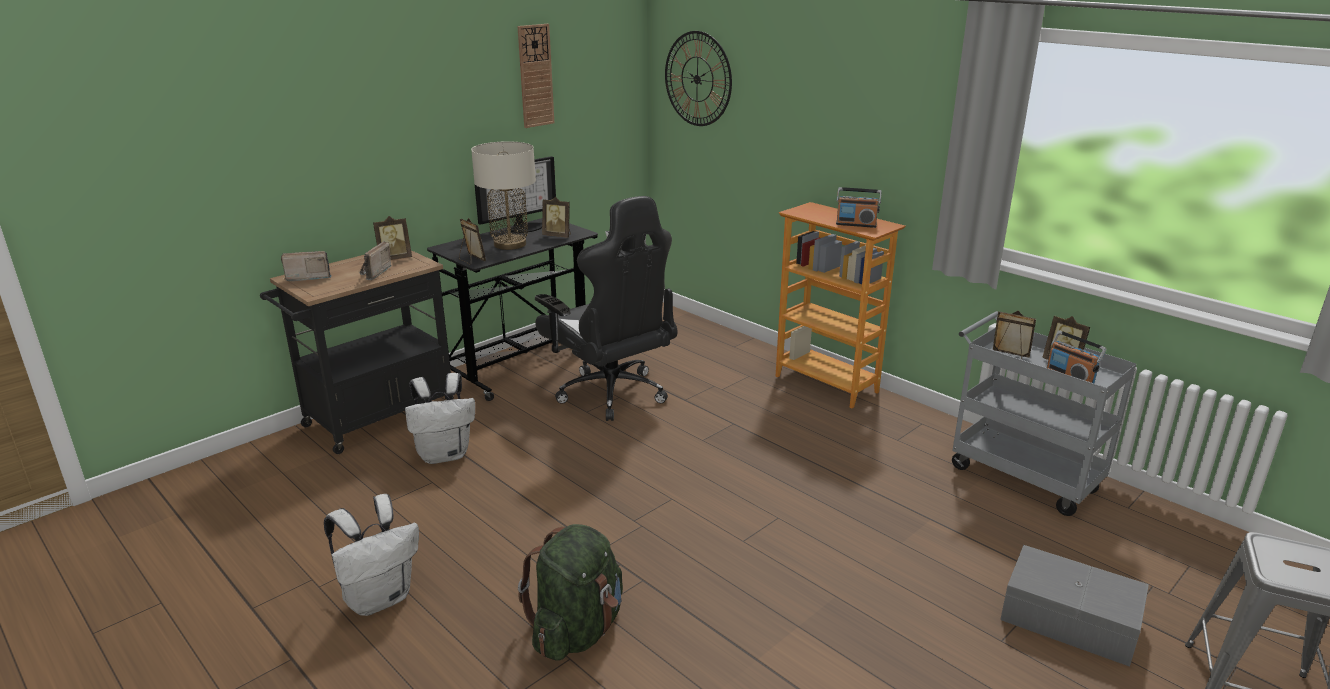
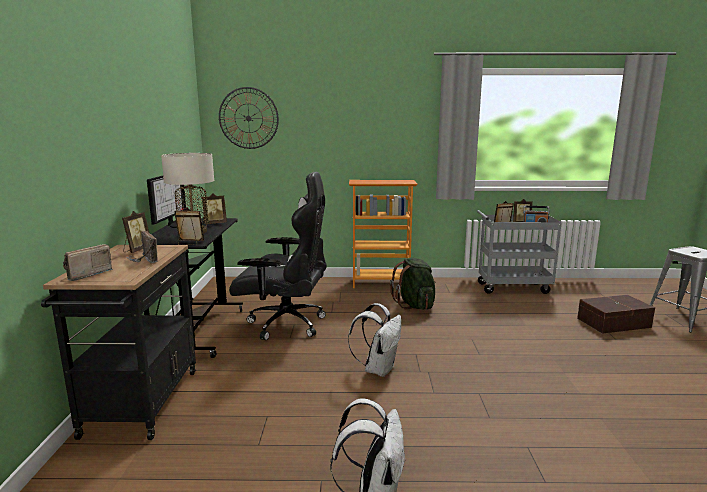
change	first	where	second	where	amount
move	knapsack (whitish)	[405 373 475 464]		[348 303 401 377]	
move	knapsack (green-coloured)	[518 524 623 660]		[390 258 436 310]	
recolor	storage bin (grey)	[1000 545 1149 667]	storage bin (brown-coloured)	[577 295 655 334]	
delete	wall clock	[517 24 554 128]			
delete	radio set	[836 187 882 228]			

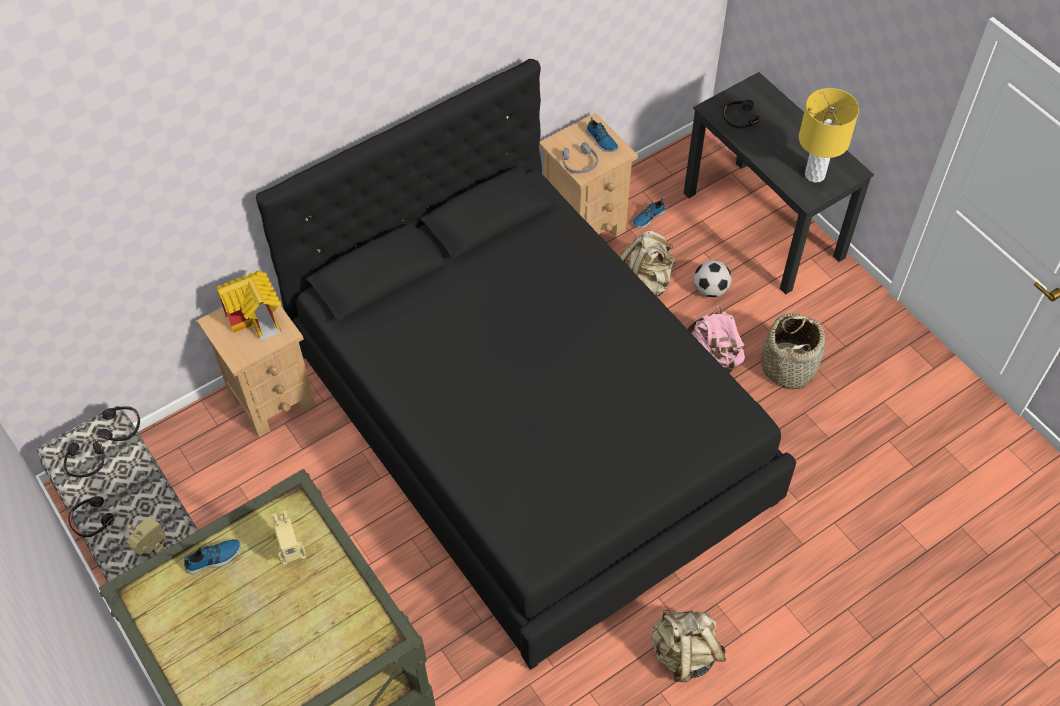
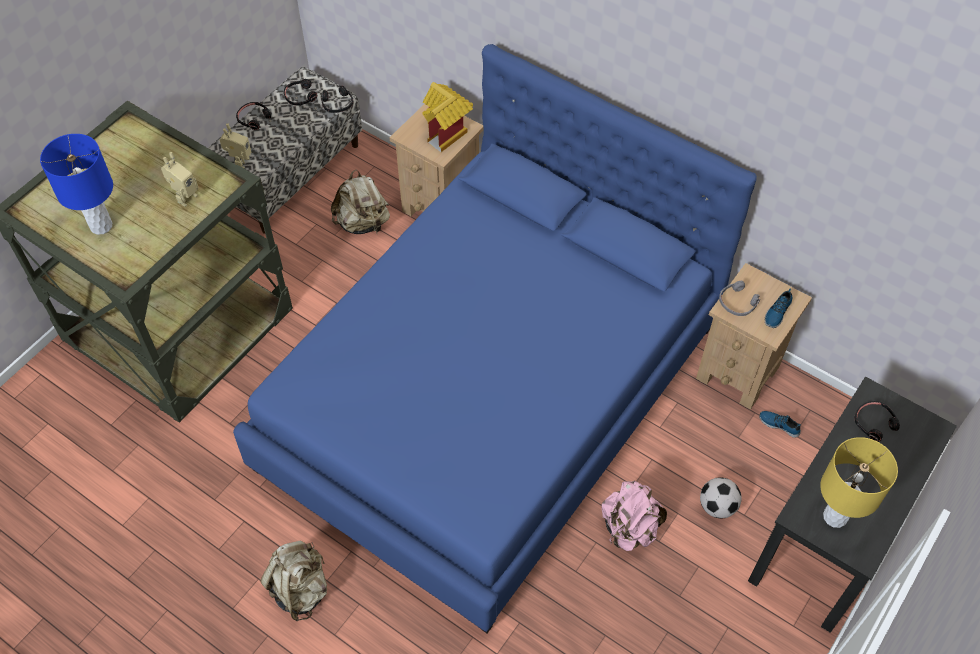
change	first	where	second	where	amount
insert			tabletop lamp (blue)	[40 134 113 235]	
rotate	toy robot	[272 511 306 565]		[161 152 199 207]	105 degrees counterclockwise
recolor	sleeping bed (black-coloured)	[256 59 796 670]	sleeping bed (blue)	[233 44 757 633]	
move	knapsack (sand-coloured)	[620 231 675 297]		[331 169 390 234]	
delete	item of footwear	[184 539 241 574]			
delete	storage basket	[761 313 825 389]			

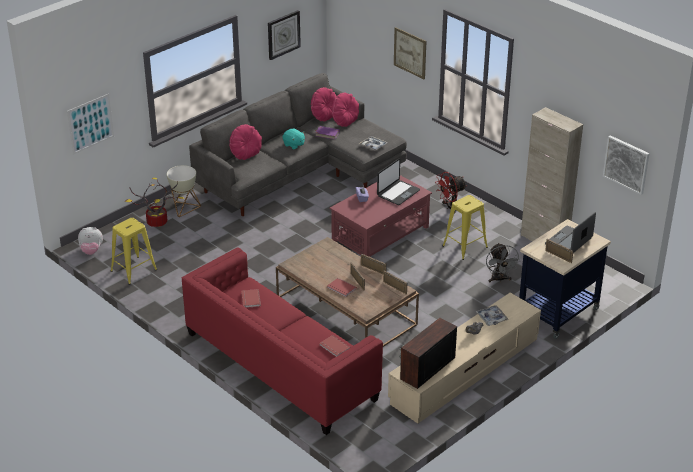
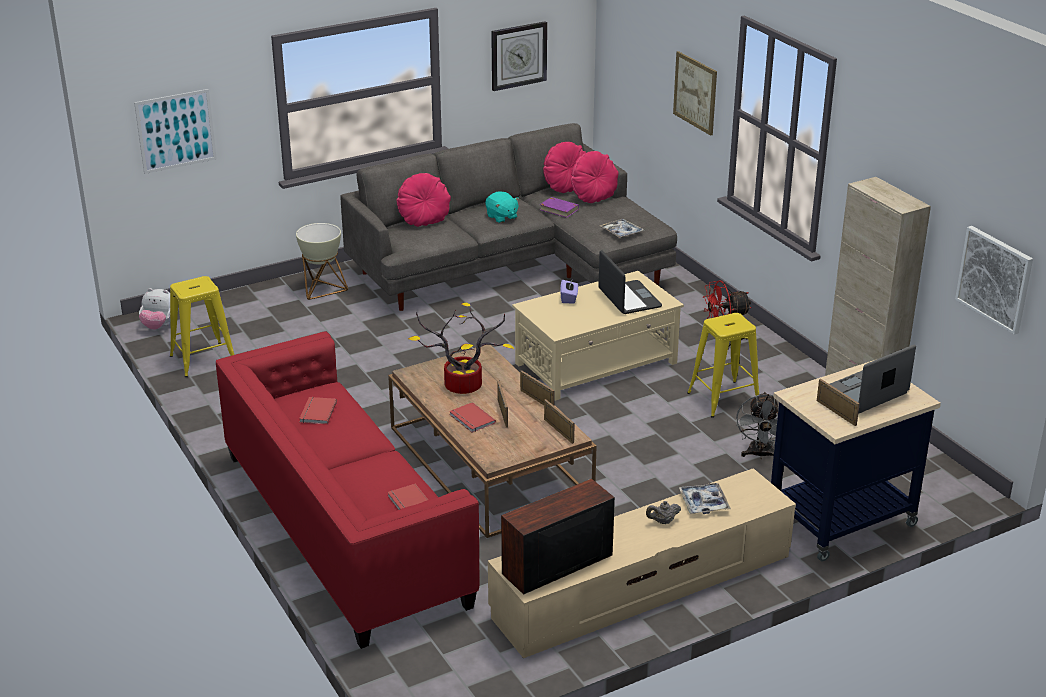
change	first	where	second	where	amount
move	potted plant	[125 177 185 227]		[408 303 514 394]	
recolor	low table (red)	[330 175 432 257]	low table (sand-coloured)	[512 271 684 401]	
rotate	portable computer	[377 158 420 205]		[598 250 662 314]	75 degrees counterclockwise

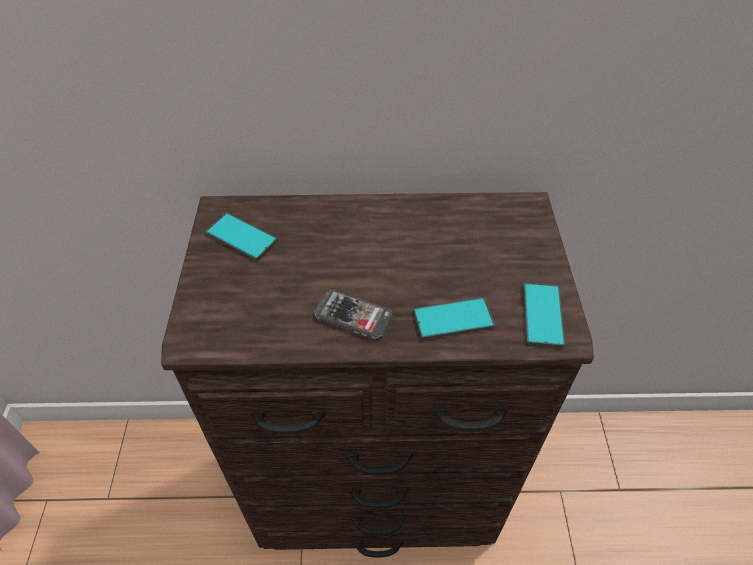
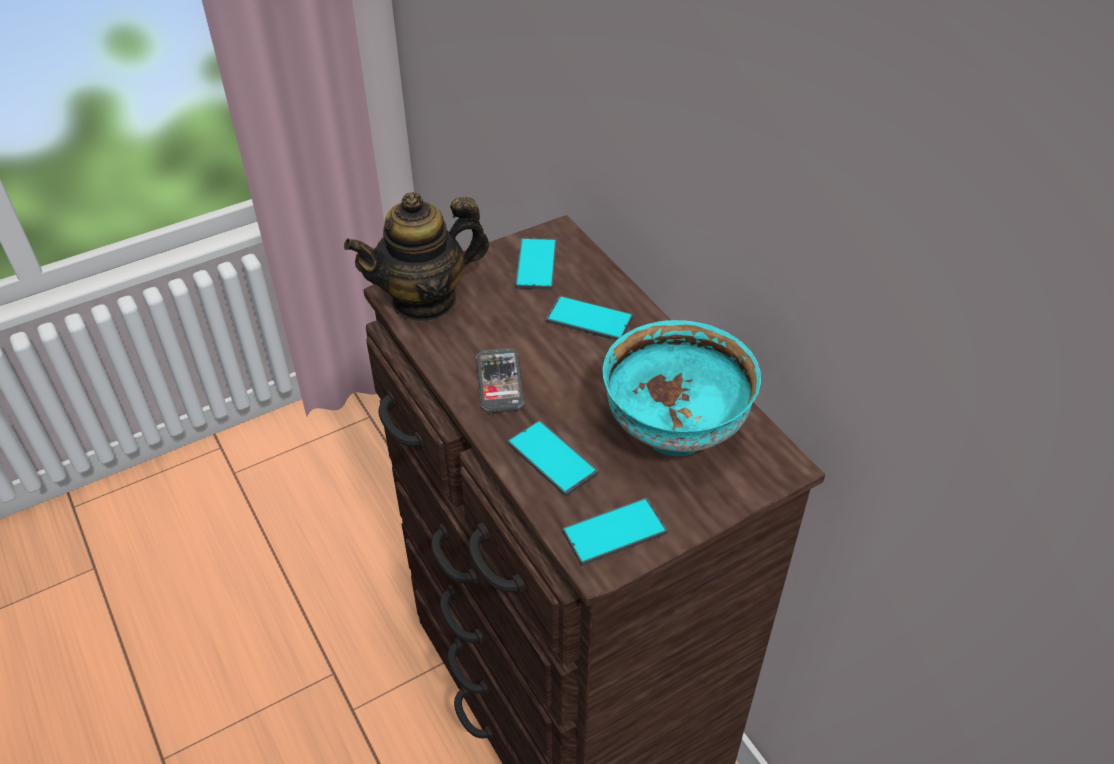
change	first	where	second	where	amount
insert			pot for tea	[344 192 489 322]	
insert			handset	[546 296 633 340]	
insert			bowl (blue-green)	[603 320 761 456]	

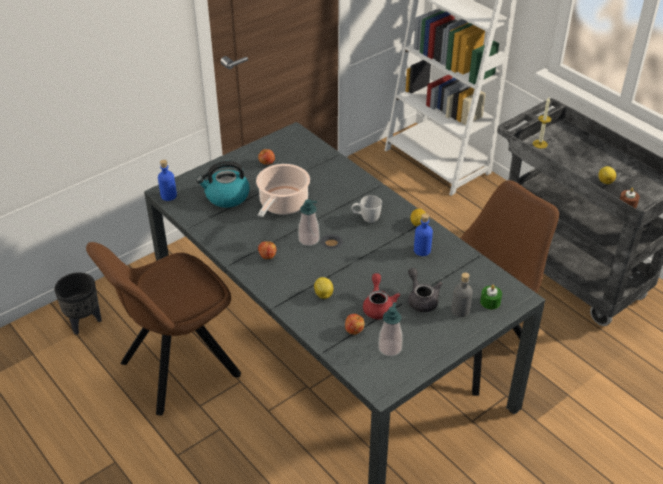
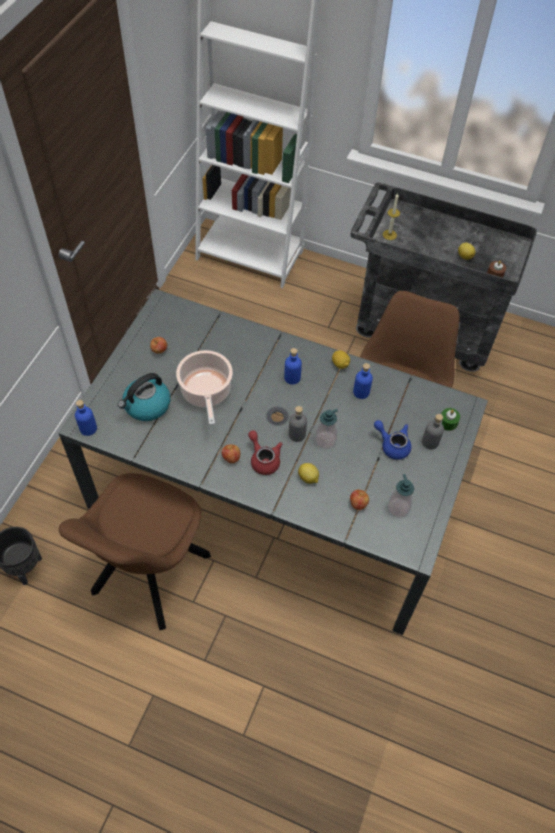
change	first	where	second	where	amount
move	pot for tea (red)	[363 273 400 319]		[248 431 282 475]	
replace	mug (whitish)	[351 195 382 223]	beverage bottle (blue)	[284 348 302 384]	
insert			beverage bottle (grey)	[289 406 307 442]	
move	liquid soap bottle	[298 199 320 246]		[315 409 338 449]	
recolor	pot for tea (grey)	[408 268 442 312]	pot for tea (blue)	[374 420 411 460]	

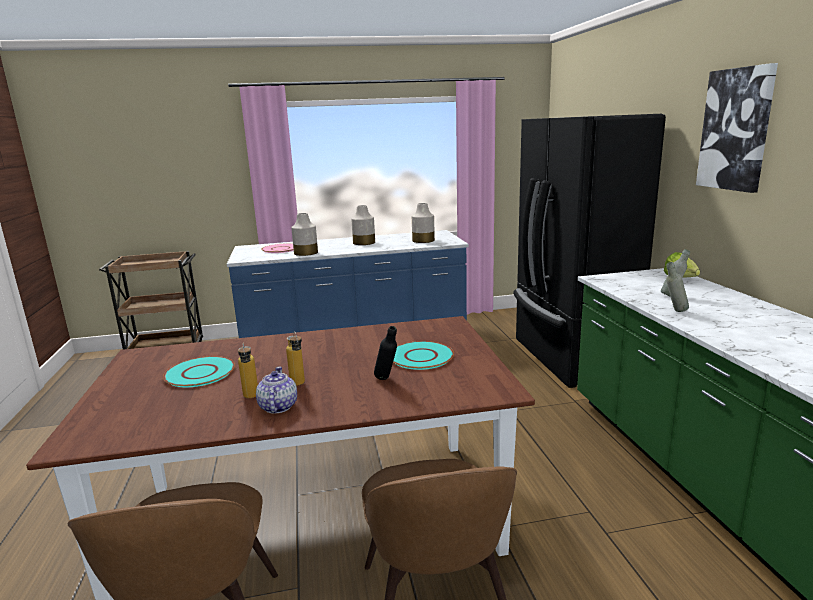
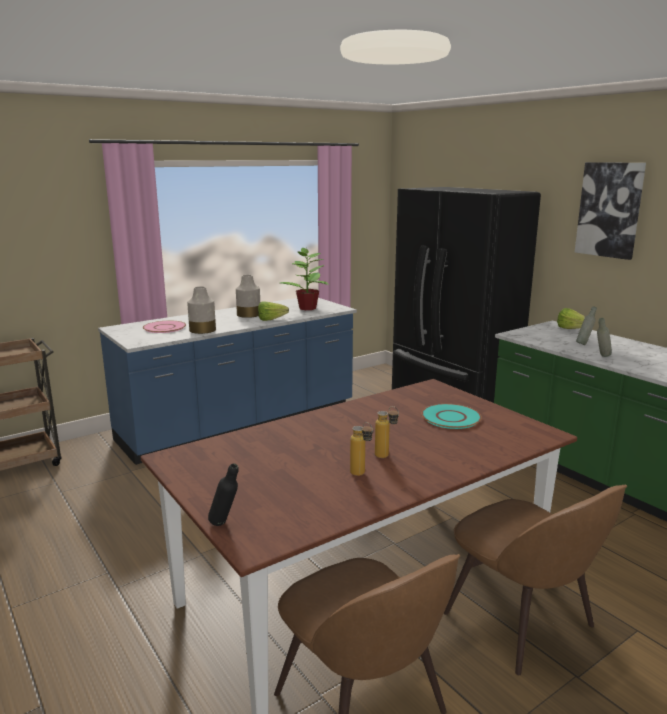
change	first	where	second	where	amount
move	beverage bottle (black-coloured)	[374 326 397 380]		[208 463 239 526]	
insert			head of lettuce	[258 301 289 321]	
replace	vase (sand-coloured)	[412 203 435 243]	potted plant	[281 248 329 310]	
delete	dinner plate (blue-green)	[163 356 235 387]			
delete	pot for tea	[256 367 297 413]			

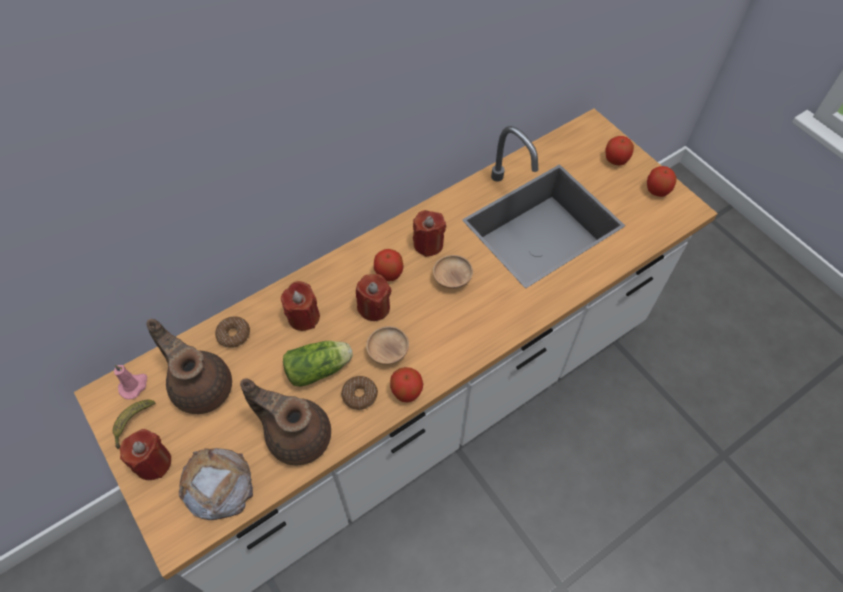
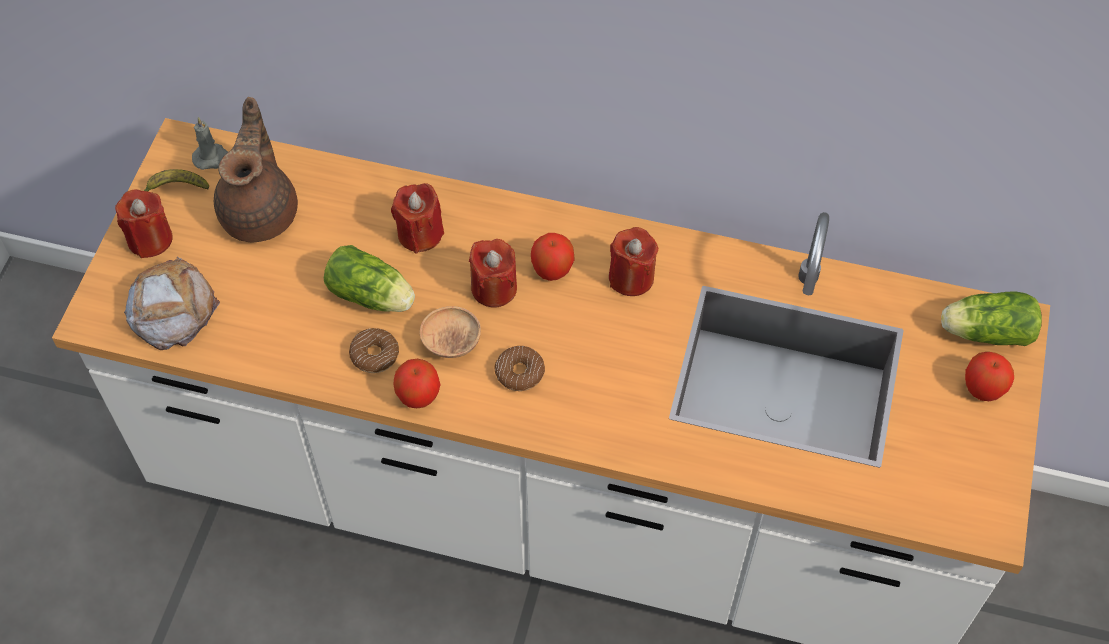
change	first	where	second	where	amount
recolor	wax candle (pink)	[114 364 147 400]	wax candle (grey)	[192 117 228 170]	
move	ring doughnut	[215 316 250 348]		[495 346 545 391]	
insert			head of lettuce	[941 291 1042 346]	
delete	pot for tea (brown-coloured)	[240 378 331 465]			
delete	bowl (brown-coloured)	[433 255 473 289]			
delete	apple fruit	[647 166 677 197]			

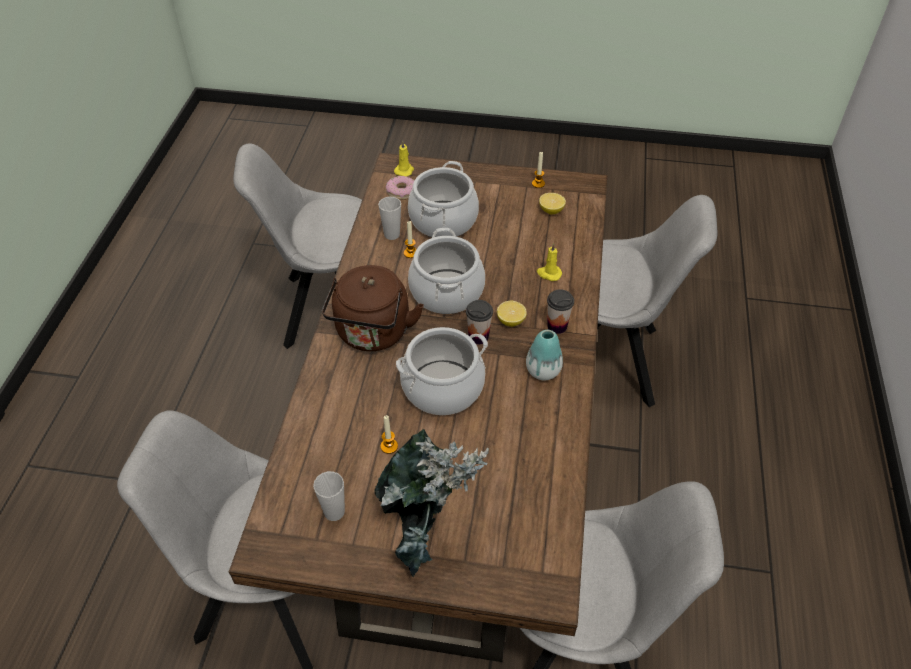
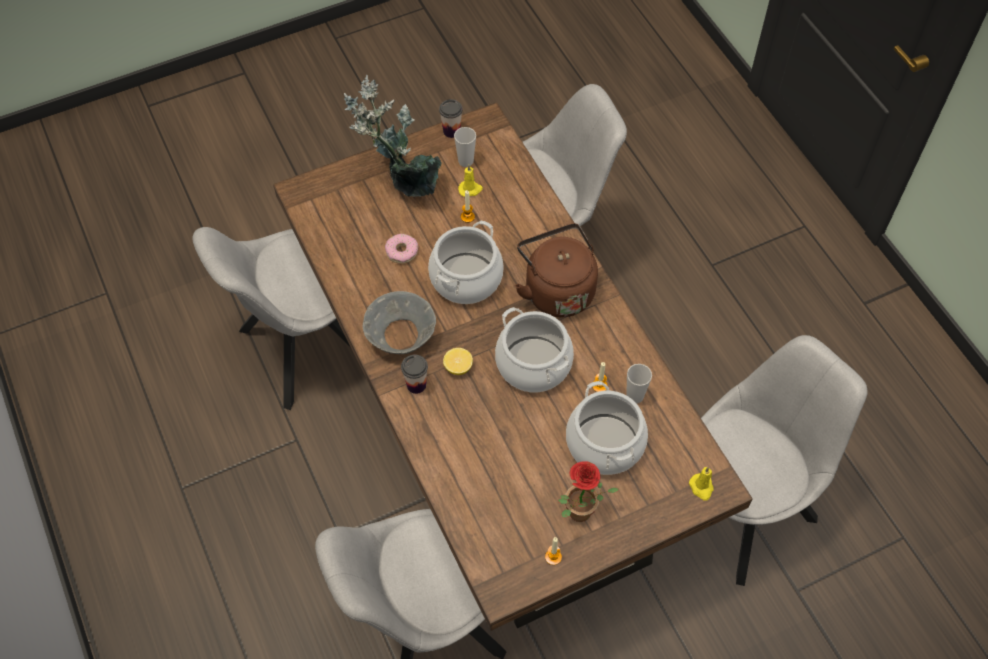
change	first	where	second	where	amount
replace	vase	[526 330 563 380]	bowl (grey)	[363 291 436 354]	
move	ring doughnut	[386 176 414 200]		[385 234 418 264]	
move	small cup	[466 300 493 345]		[439 99 463 138]	
move	wax candle (yellow)	[537 243 562 281]		[458 165 483 197]	
insert			potted plant	[558 461 619 522]	
delete	lemon	[539 193 566 214]			

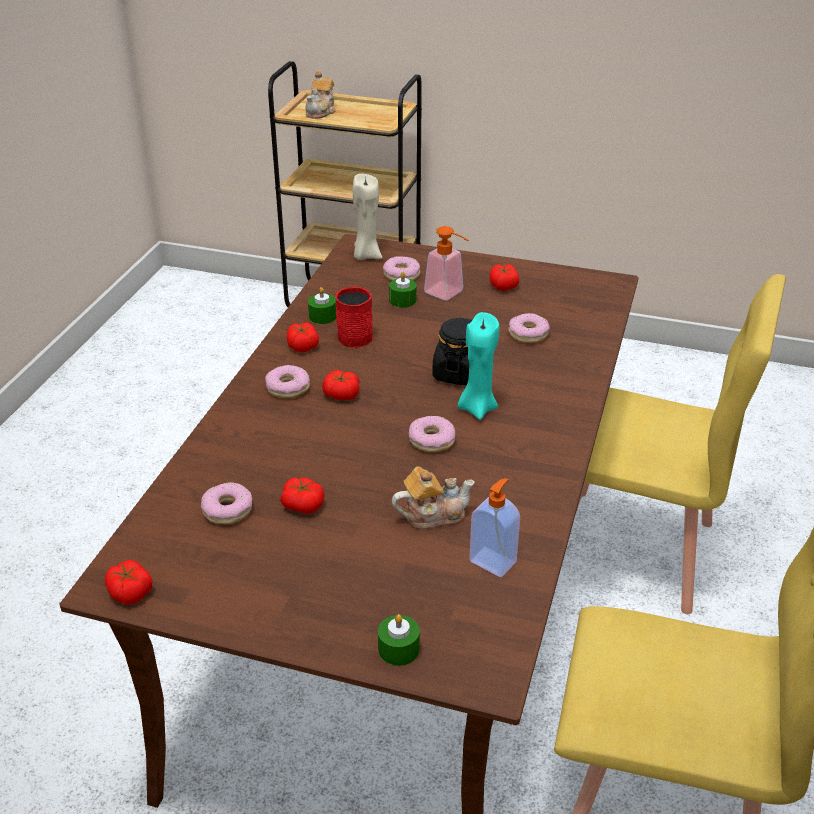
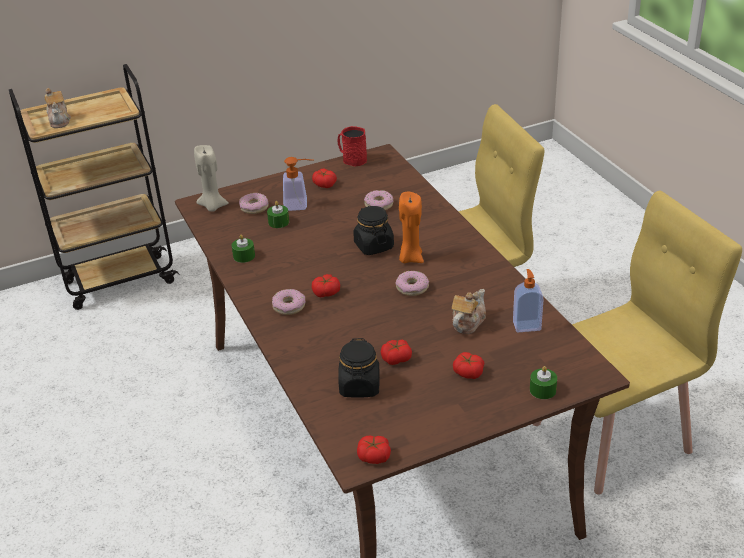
change	first	where	second	where	amount
move	mug (red)	[335 287 373 348]		[338 126 367 166]	
replace	ring doughnut	[201 482 252 524]	storage jar (black-coloured)	[338 338 380 398]	
recolor	wax candle (blue-green)	[458 312 499 420]	wax candle (orange-coloured)	[399 192 424 263]	
move	tomato	[287 322 319 352]		[453 352 485 379]	

